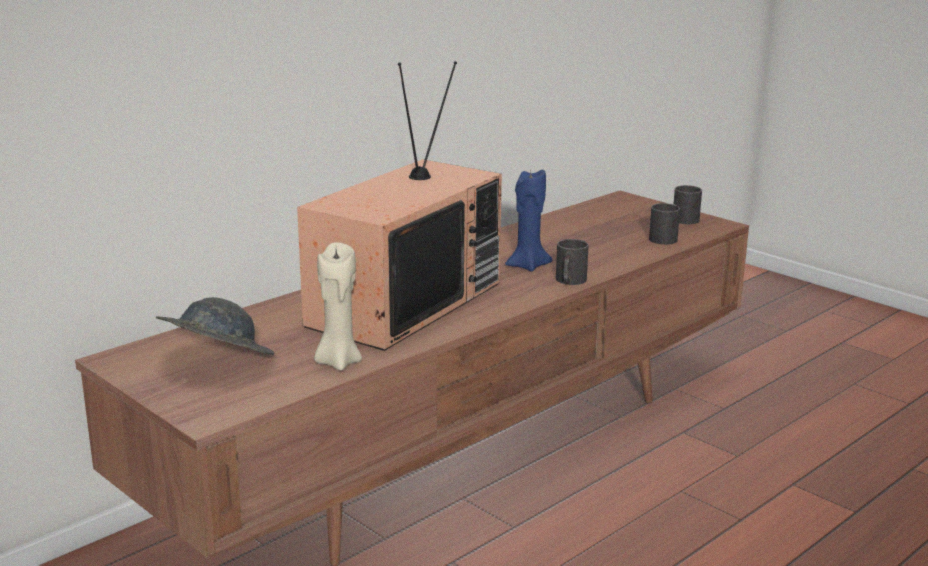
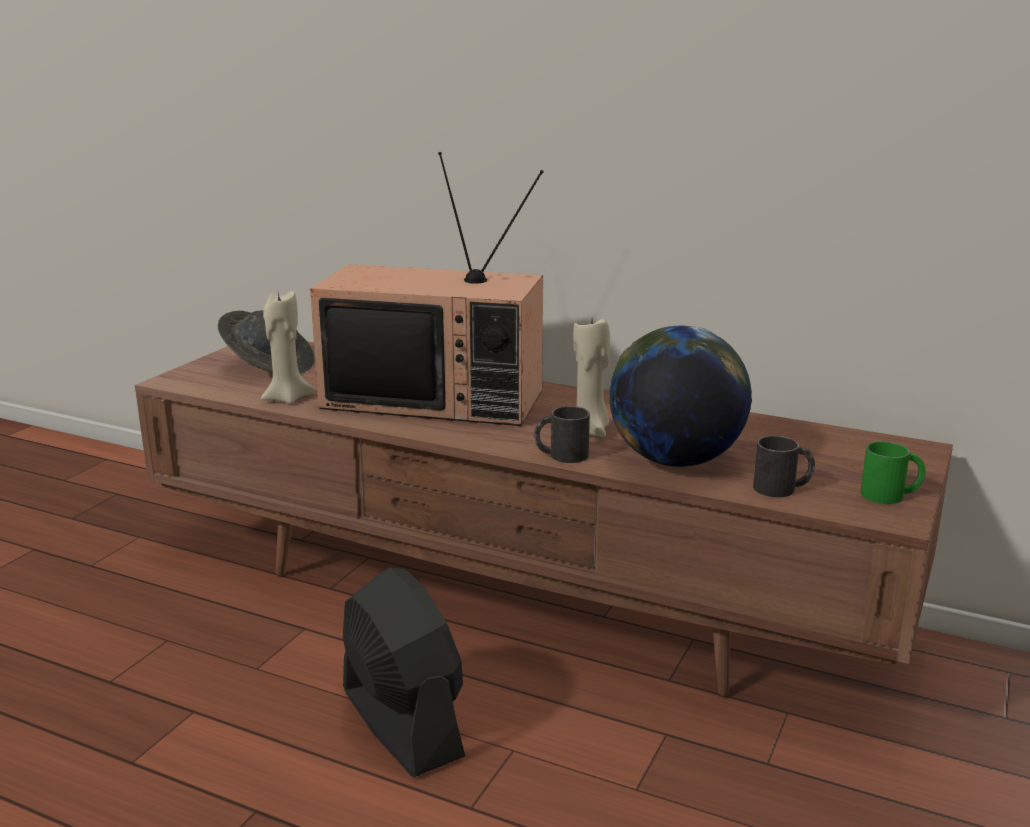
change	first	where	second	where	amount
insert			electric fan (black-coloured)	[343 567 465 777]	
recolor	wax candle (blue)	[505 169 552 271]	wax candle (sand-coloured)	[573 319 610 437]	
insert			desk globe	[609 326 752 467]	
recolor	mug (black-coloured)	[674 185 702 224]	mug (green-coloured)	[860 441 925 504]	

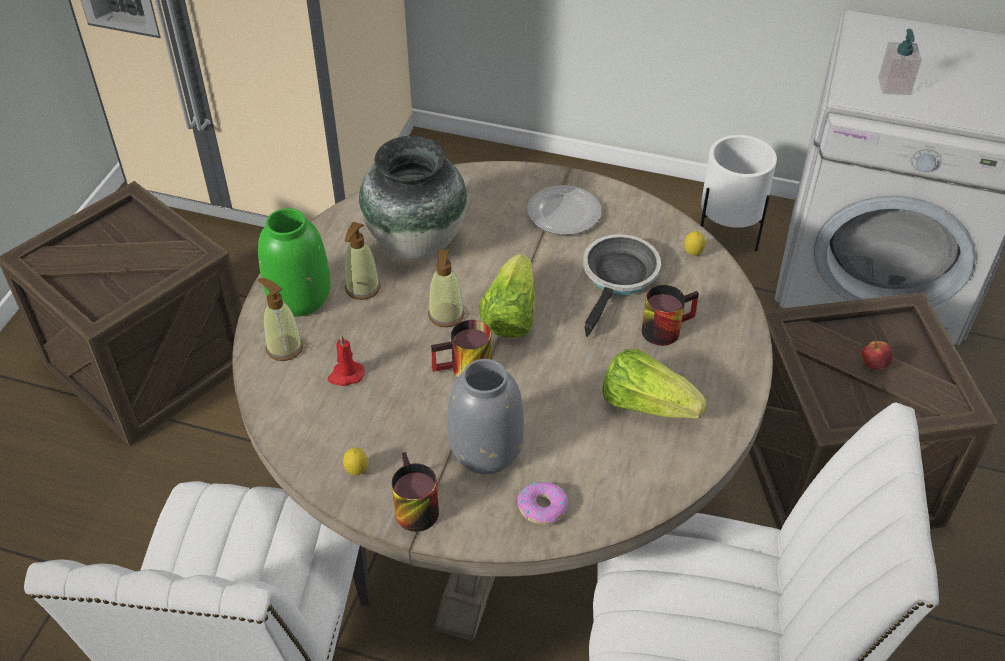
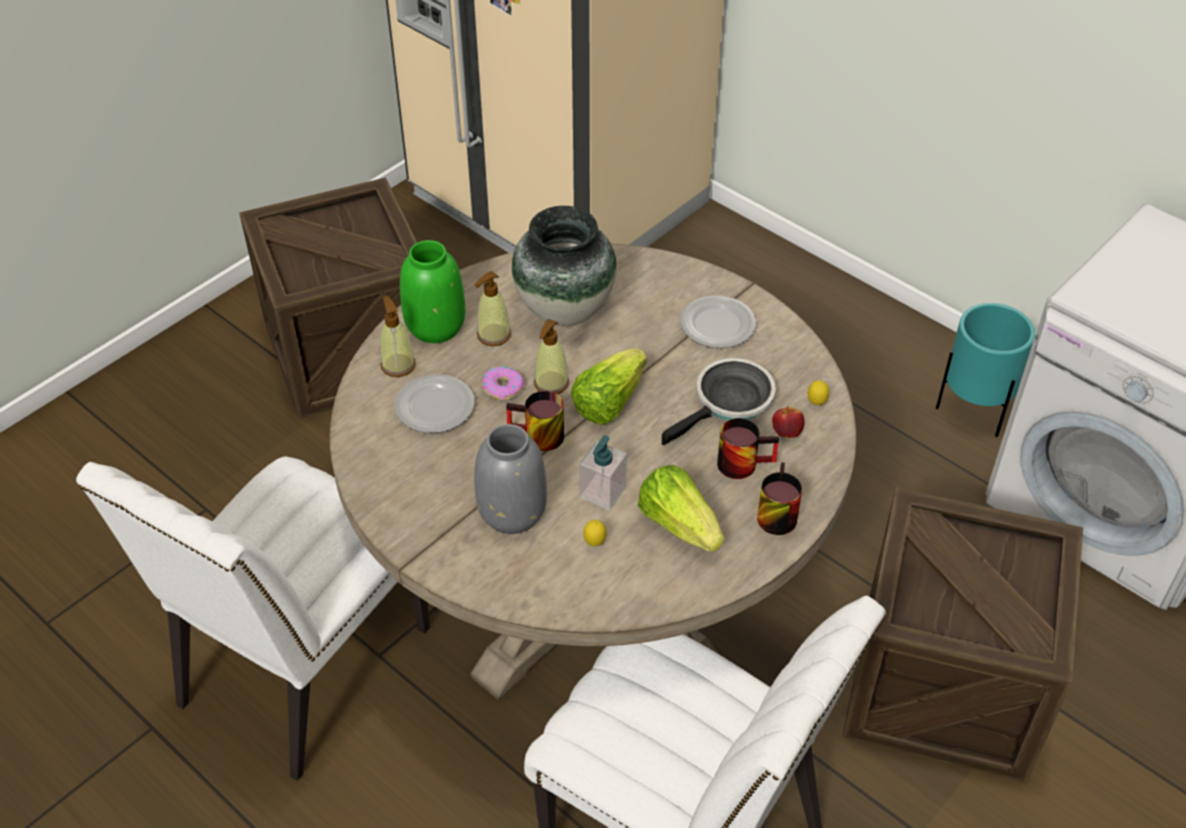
change	first	where	second	where	amount
replace	wax candle (red)	[328 334 365 386]	dinner plate	[394 374 474 433]	
move	ring doughnut	[517 482 568 525]		[482 366 525 400]	
move	liquid soap bottle	[878 29 922 95]		[579 435 627 510]	
move	lemon	[343 447 368 475]		[583 520 607 546]	
move	mug	[392 452 439 532]		[757 462 802 535]	
move	apple fruit	[862 341 893 370]		[772 406 804 438]	
recolor	plant pot (whitish)	[701 135 777 252]	plant pot (blue-green)	[936 303 1035 437]	

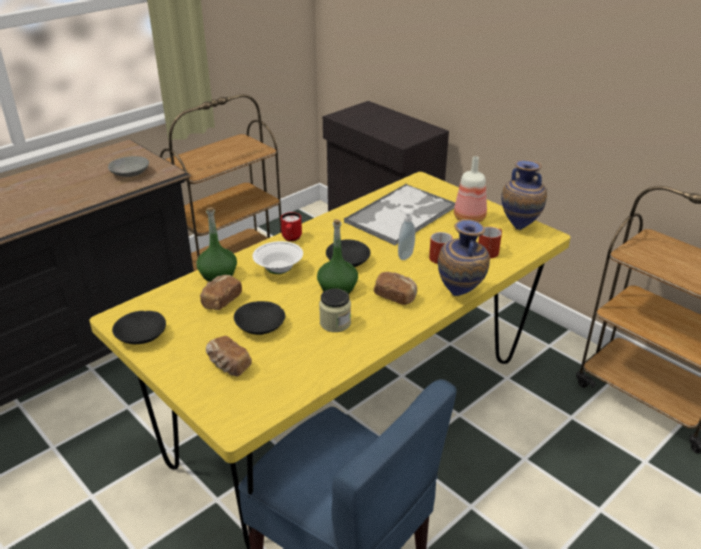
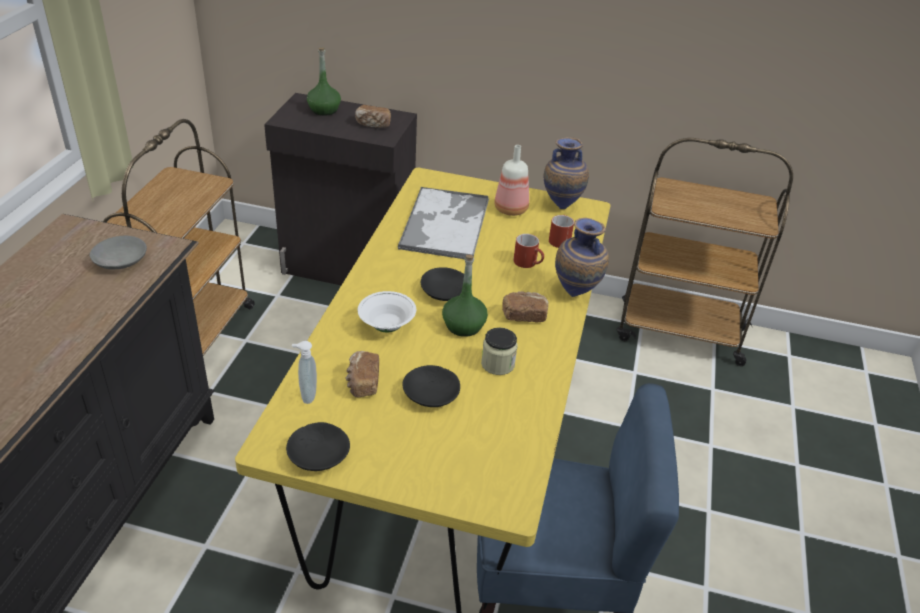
change	first	where	second	where	amount
move	liquid soap bottle	[398 208 415 260]		[292 341 317 404]	
move	beverage bottle (green-coloured)	[196 207 237 282]		[307 48 341 116]	
move	bread	[206 336 252 376]		[355 105 391 128]	
delete	mug (red)	[281 212 302 241]			

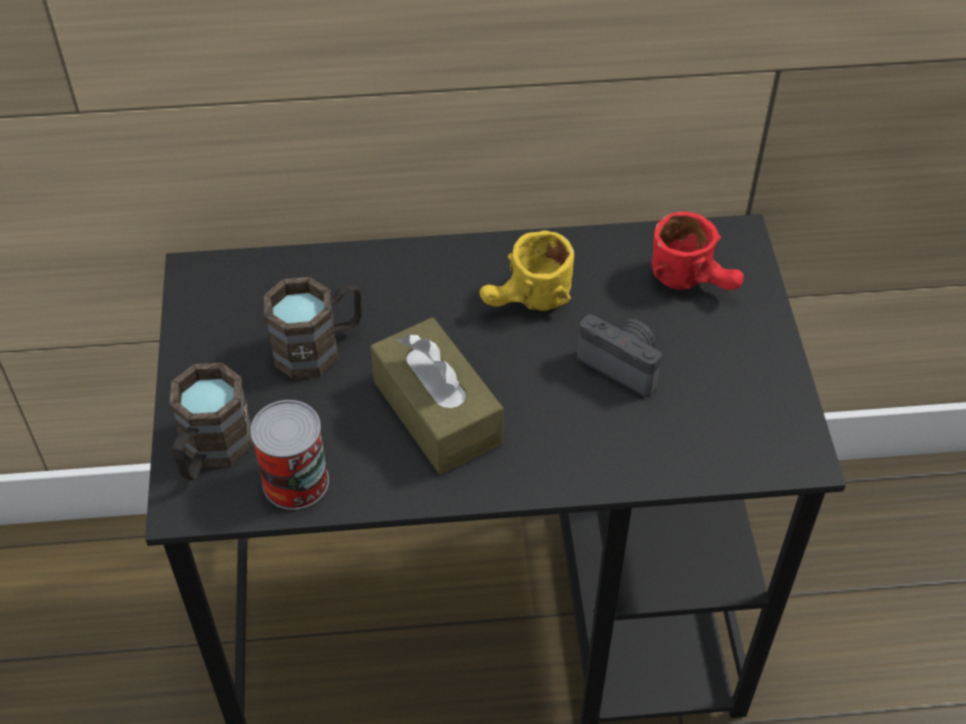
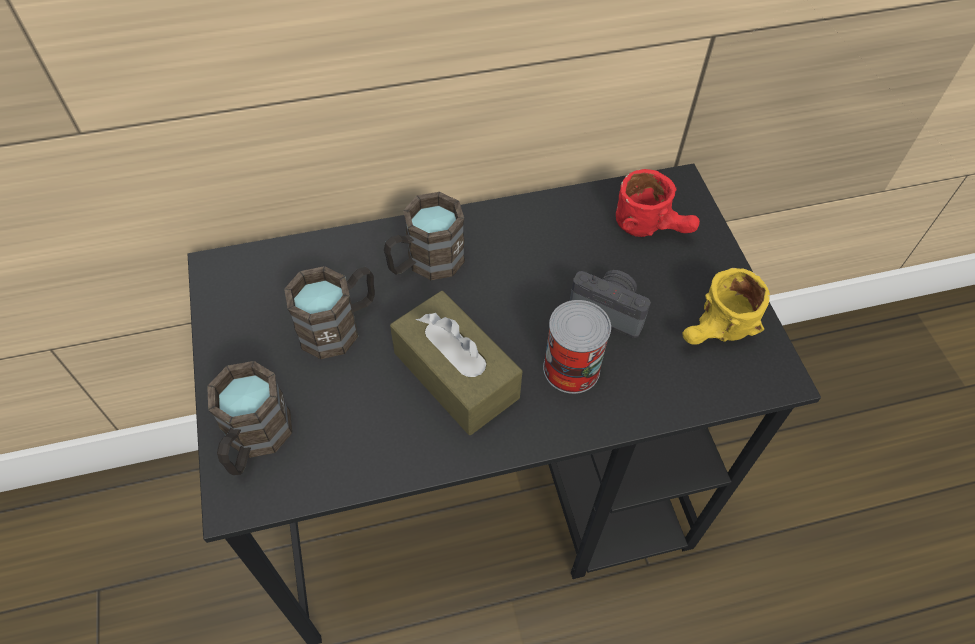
change	first	where	second	where	amount
insert			mug (brown-coloured)	[384 192 465 280]	
move	sealed can	[250 400 329 510]		[543 300 611 394]	
move	mug (yellow)	[479 230 574 311]		[682 268 770 345]	

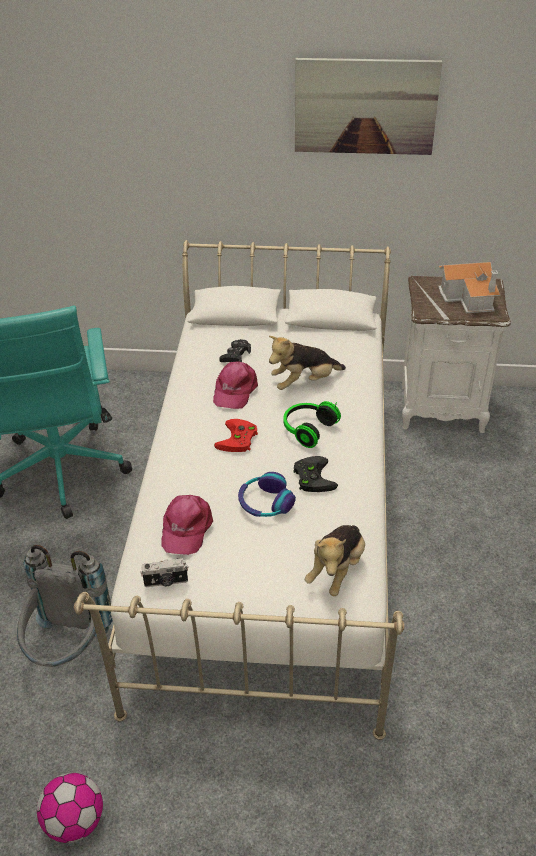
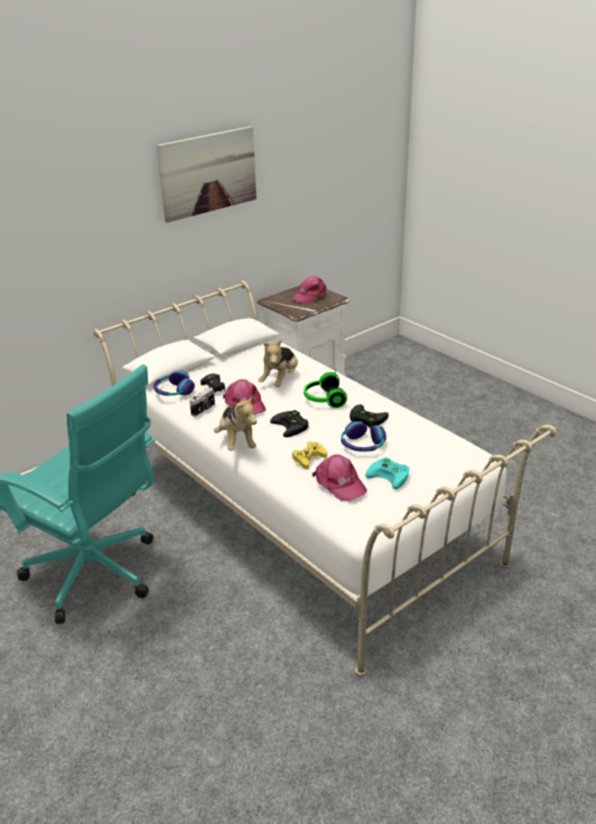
change	first	where	second	where	amount
insert			headset	[153 370 195 396]	
move	photo camera	[140 558 189 587]		[190 387 215 417]	
move	plush toy	[305 525 365 596]		[214 394 257 451]	
recolor	game controller (red)	[214 419 258 452]	game controller (black-coloured)	[270 410 309 437]	
replace	toy house	[438 262 500 313]	peaked cap (pink)	[292 276 326 304]	
insert			game controller (yellow)	[293 441 327 469]	
insert			game controller (blue-green)	[365 457 410 489]	
delete	knapsack (grey)	[17 545 113 667]			
delete	football ball	[37 773 103 843]			

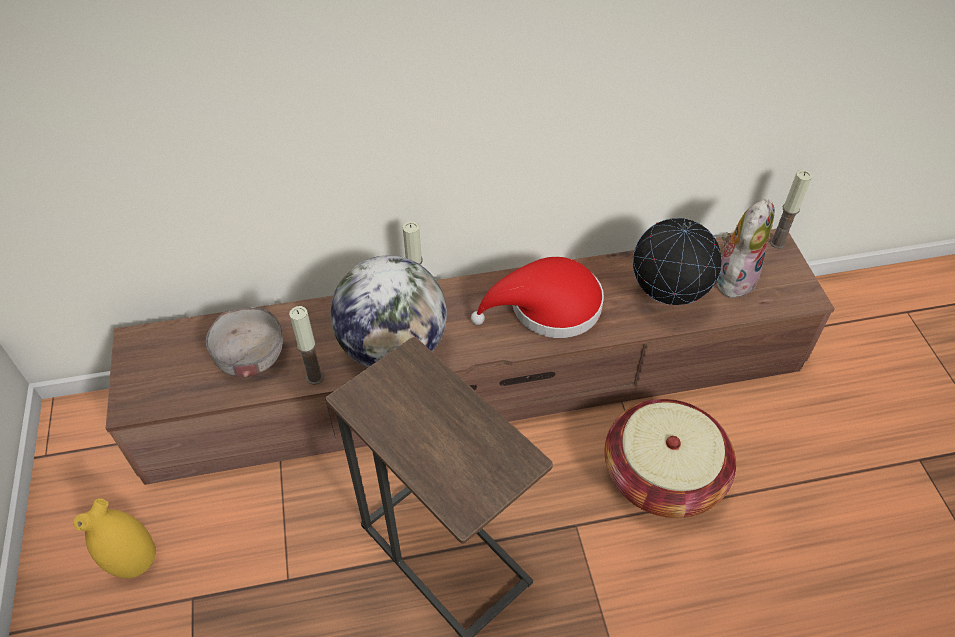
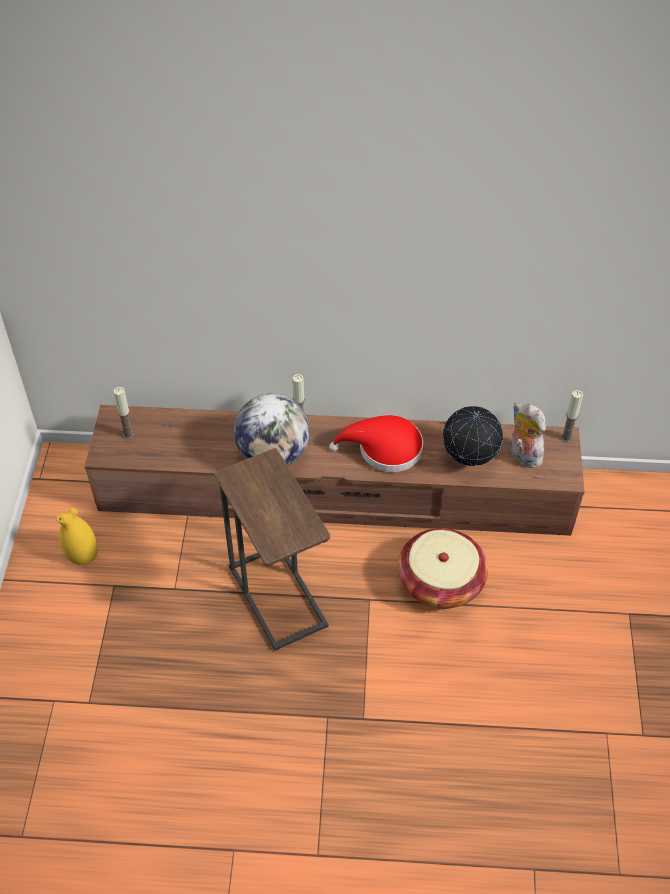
change	first	where	second	where	amount
move	wax candle	[289 306 324 385]		[113 387 134 439]	
rotate	plush toy	[716 199 775 302]		[511 403 546 468]	90 degrees counterclockwise
delete	bowl (grey)	[206 307 283 377]			

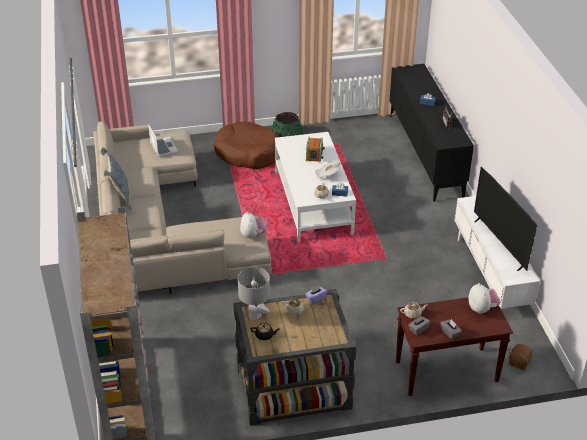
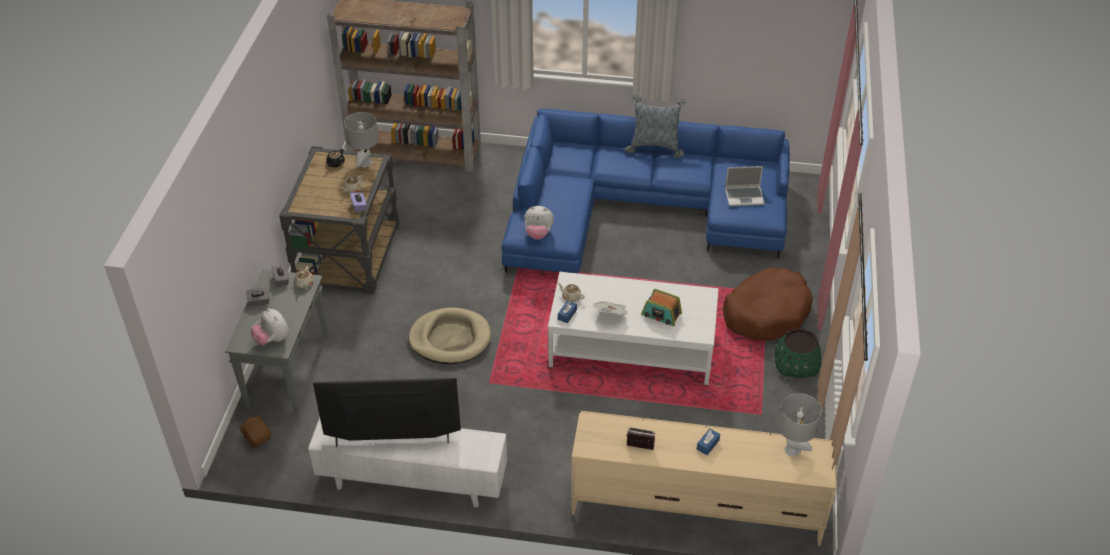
change	first	where	second	where	amount
recolor	hall table (brown-coloured)	[396 297 513 396]	hall table (grey)	[225 269 328 414]	
rotate	plush toy	[469 283 500 314]		[251 308 289 345]	45 degrees clockwise
insert			dog cushion (sand-coloured)	[409 307 491 364]	
recolor	sofa (sand-coloured)	[93 121 272 294]	sofa (blue)	[501 109 790 273]	
recolor	cupboard (black-coloured)	[389 64 474 202]	cupboard (sand-coloured)	[571 411 837 546]	
insert			tabletop lamp (grey)	[778 393 822 456]	

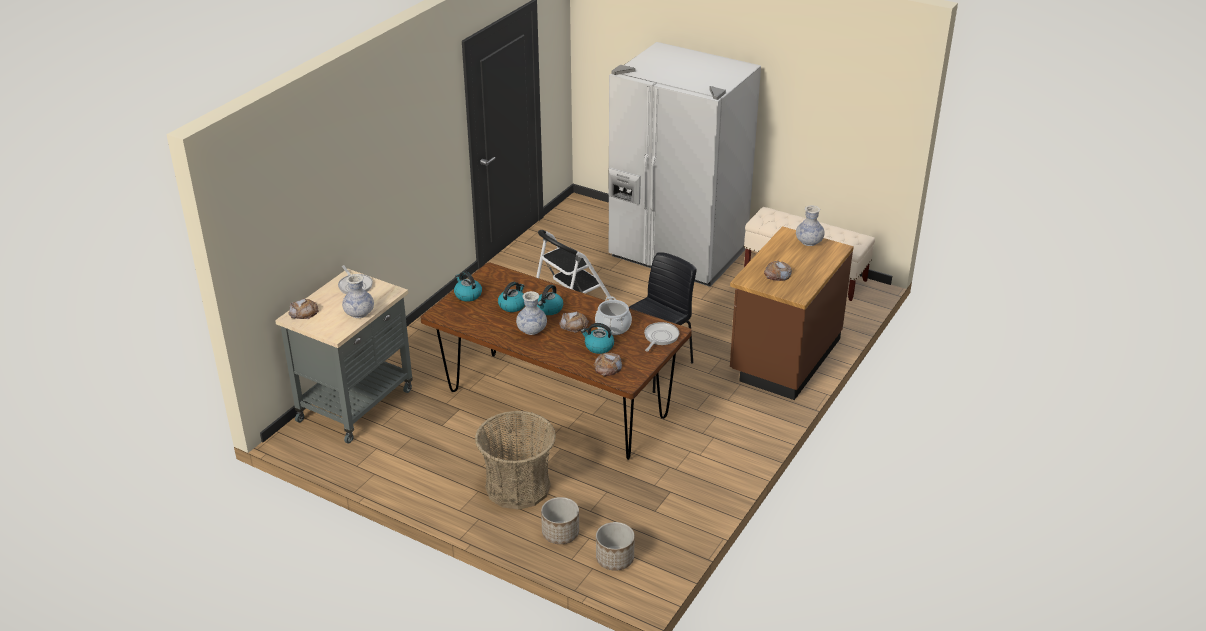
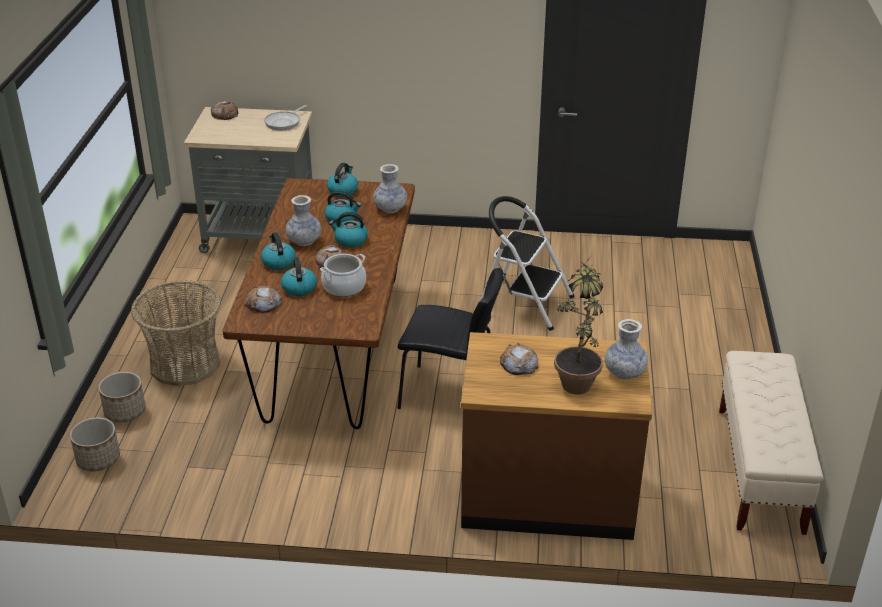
change	first	where	second	where	amount
insert			kettle	[261 232 296 270]	
move	vase	[342 274 374 318]		[373 164 407 213]	
insert			potted plant	[554 253 603 394]	
delete	refrigerator (whitish)	[609 42 761 287]			
delete	frying pan	[644 322 679 351]			

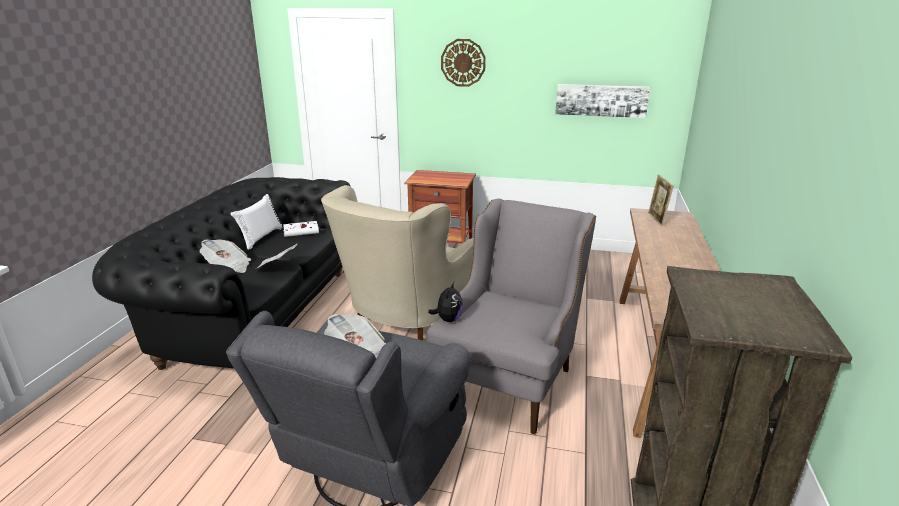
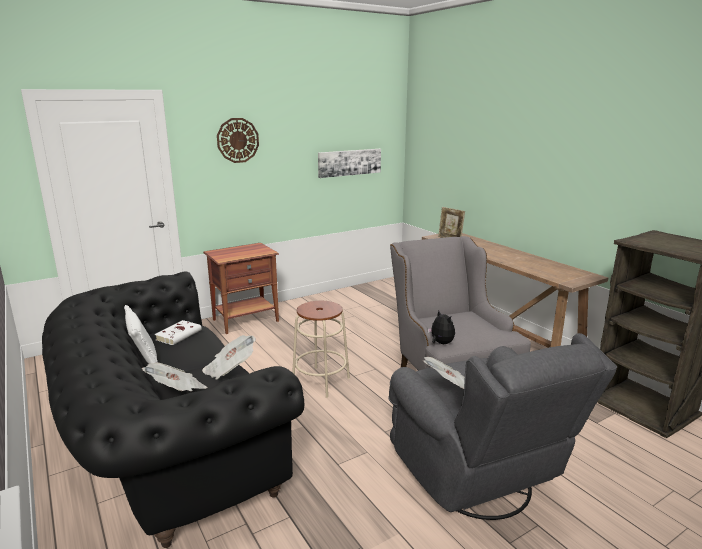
change	first	where	second	where	amount
replace	armchair (sand-coloured)	[321 185 474 340]	stool (sand-coloured)	[292 301 350 398]	

